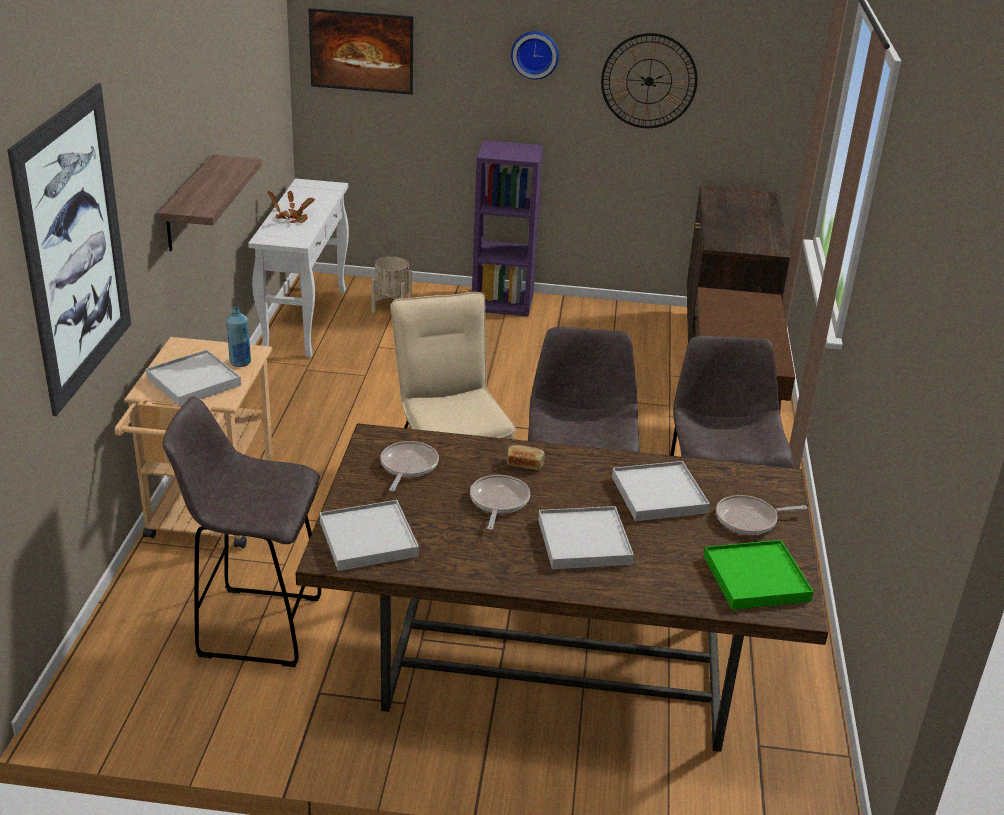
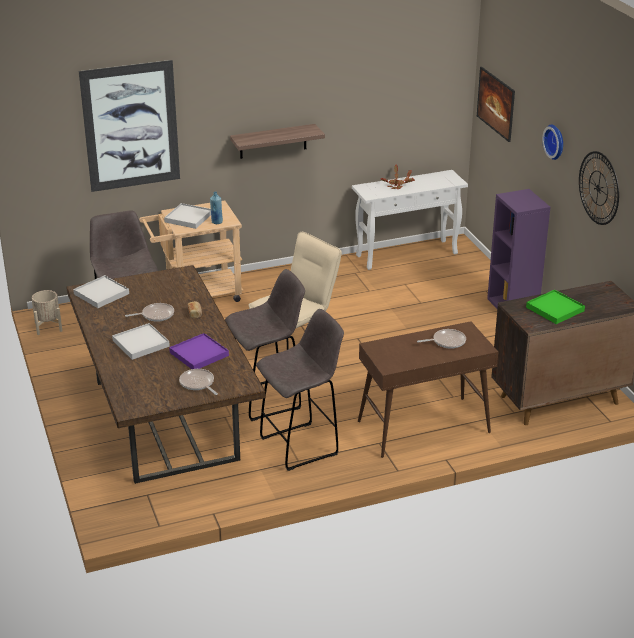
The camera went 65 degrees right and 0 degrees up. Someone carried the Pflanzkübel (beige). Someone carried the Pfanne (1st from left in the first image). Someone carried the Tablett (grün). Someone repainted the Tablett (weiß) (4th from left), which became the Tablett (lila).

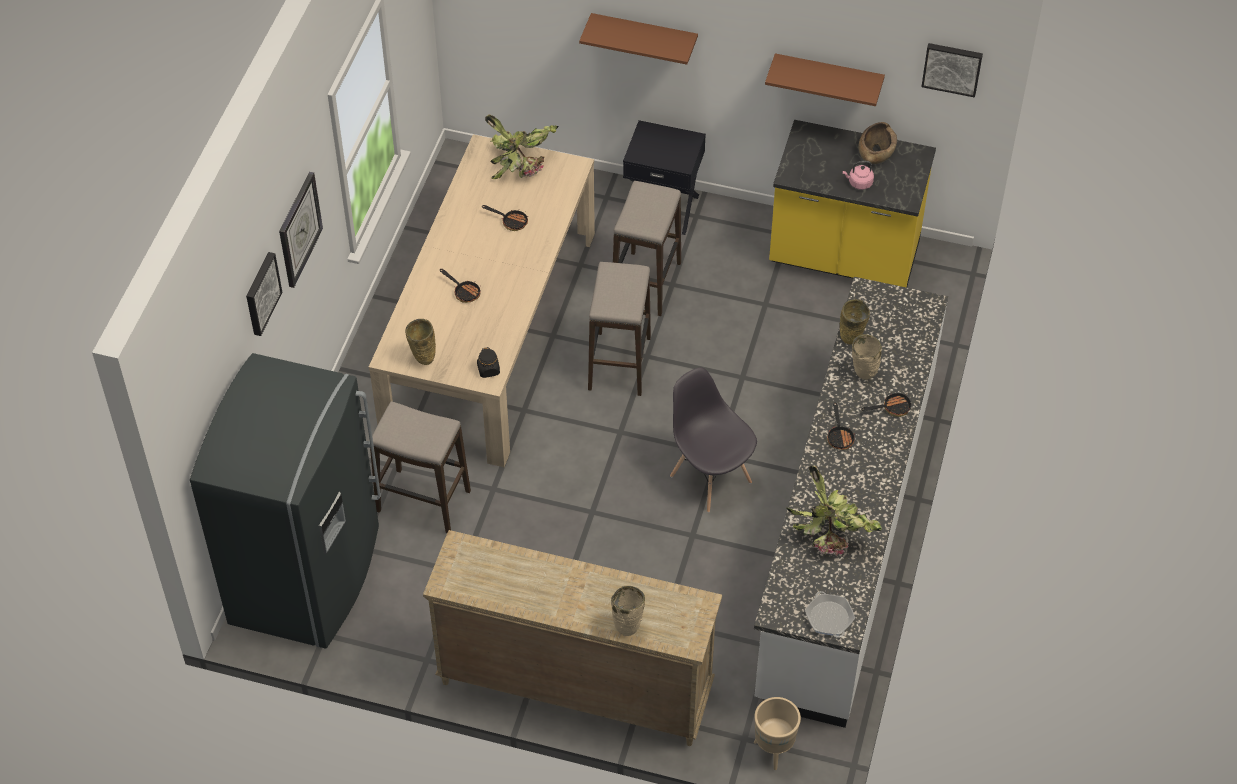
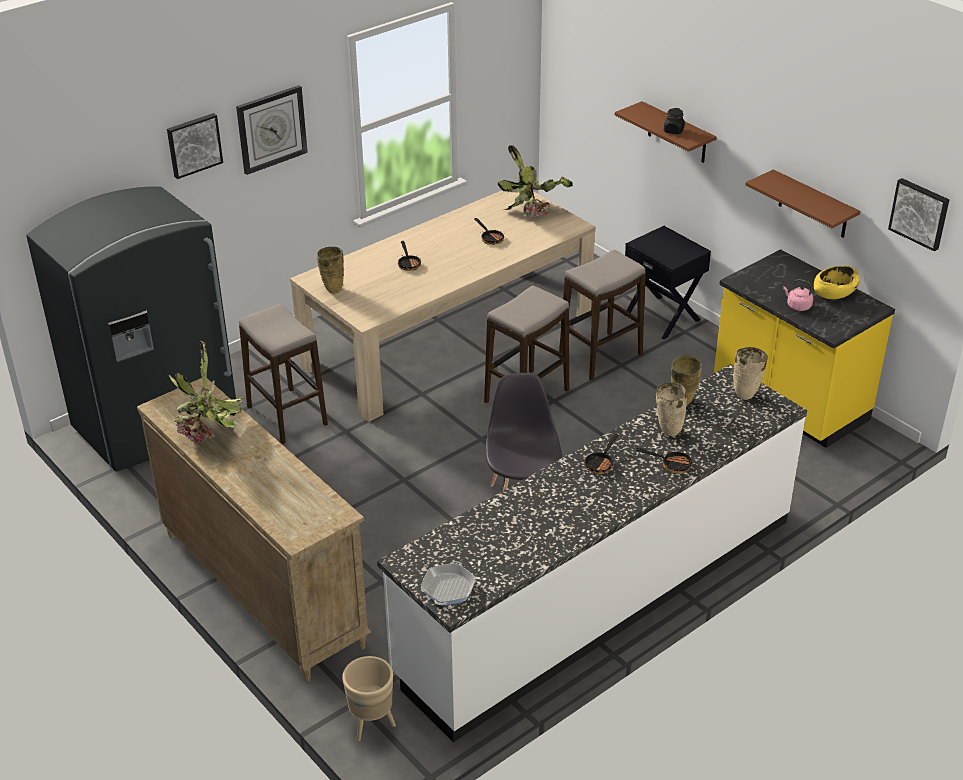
The camera went 35 degrees right and 15 degrees down. Someone carried the Vorratsglas (schwarz). Someone carried the Vase (beige) (2nd from left in the first image). Someone carried the Topfpflanze (2nd from left in the first image). Someone repainted the Schüssel (braun), which became the Schüssel (gelb).

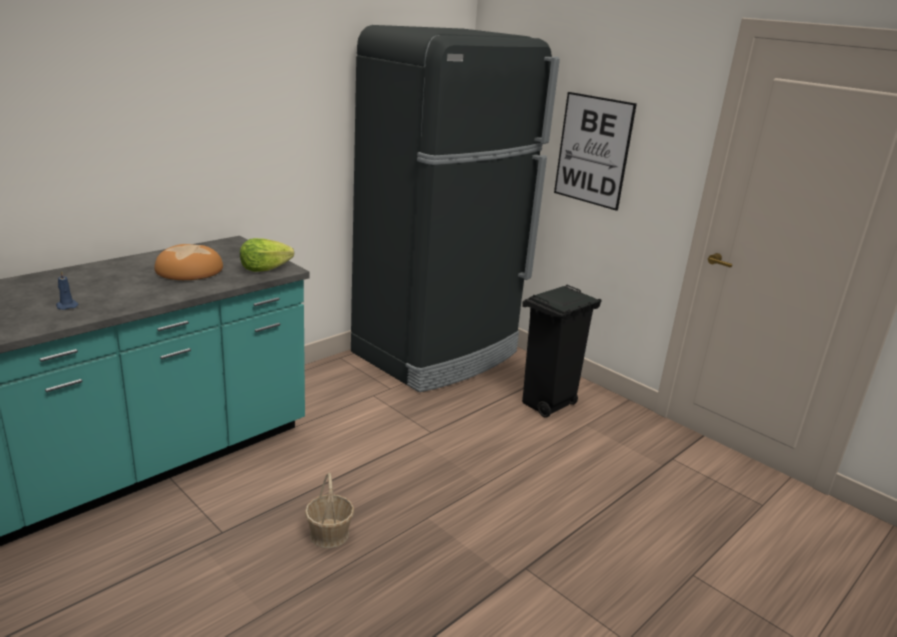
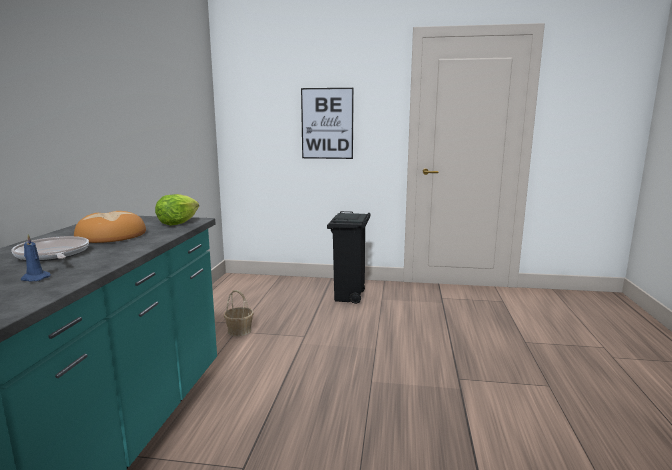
The camera went 35 degrees left and 10 degrees down. Someone took away the Kühlschrank (schwarz). Someone put down the Pfanne. Someone carried the Korb.

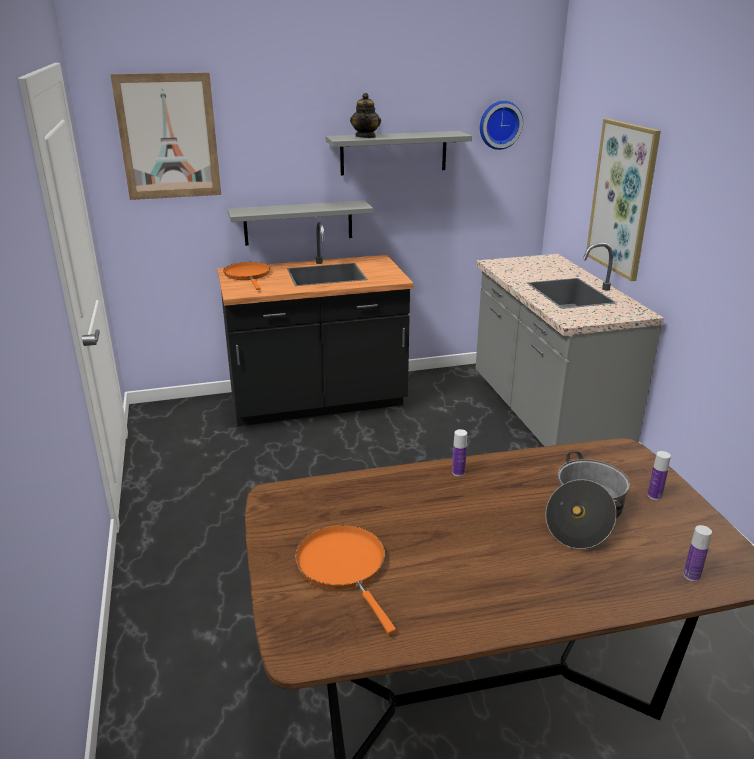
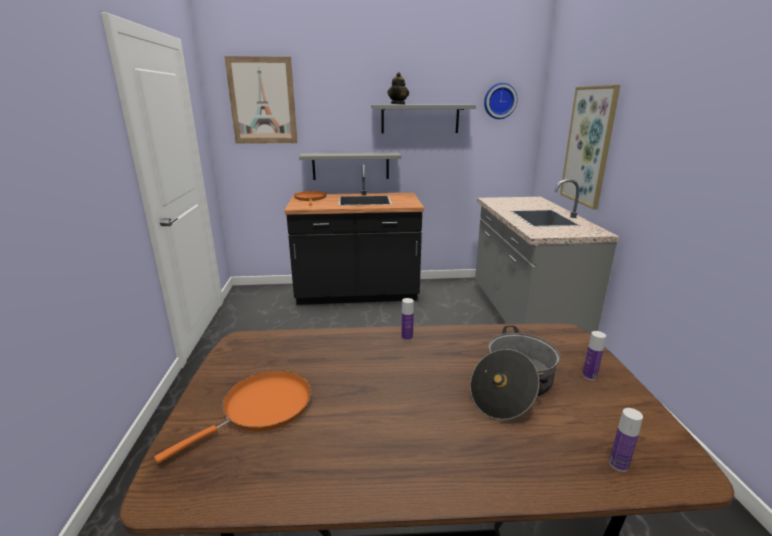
The camera went 10 degrees right and 5 degrees down. Someone rotated the Pfanne (orange) (2nd from left in the first image) by 60 degrees clockwise.

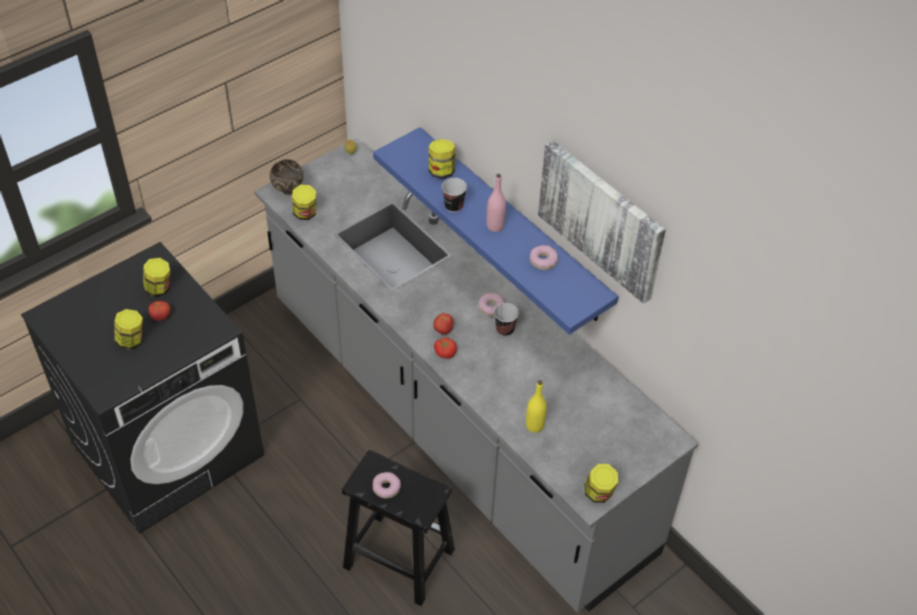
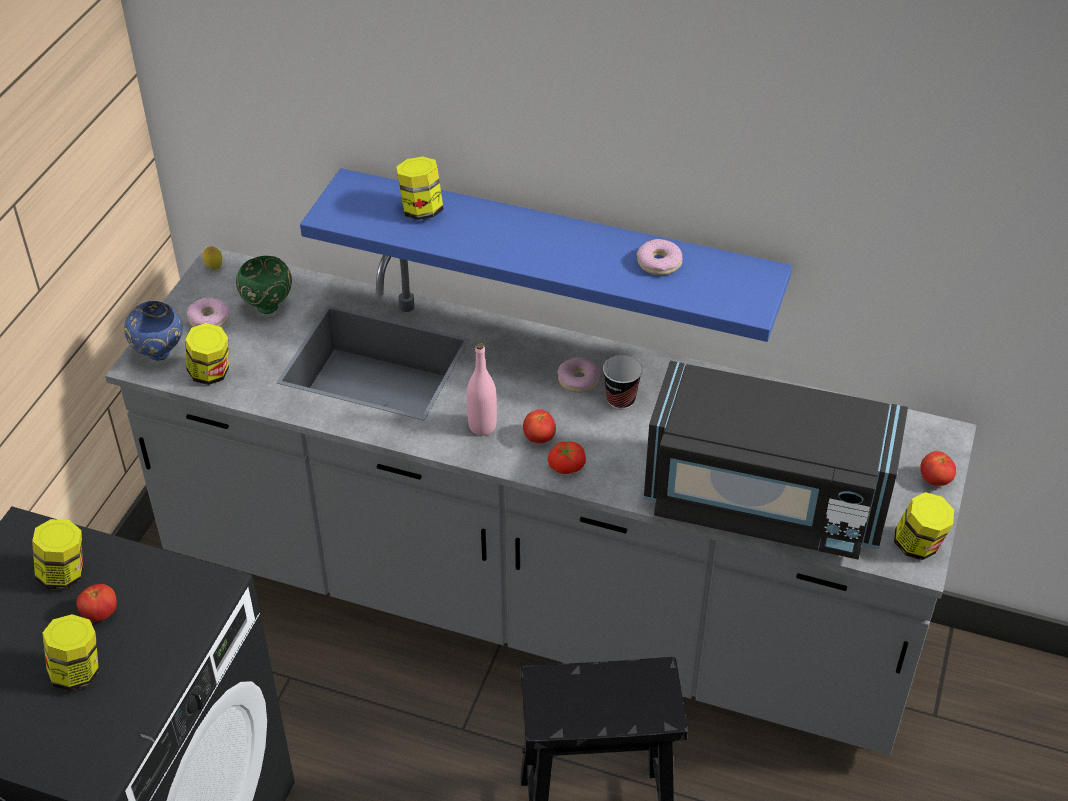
The camera went 30 degrees left and 5 degrees down. Someone took away the Tasse (1st from left). Someone took away the Bild. Someone put down the Schüssel (grün). Someone put down the Tomate (4th from left). Someone carried the Donut (1st from left). Someone carried the Flasche (rosa). Someone swapped the Flasche (gelb) for the Mikrowelle (schwarz). Someone repainted the Schüssel (braun), which became the Schüssel (blau).

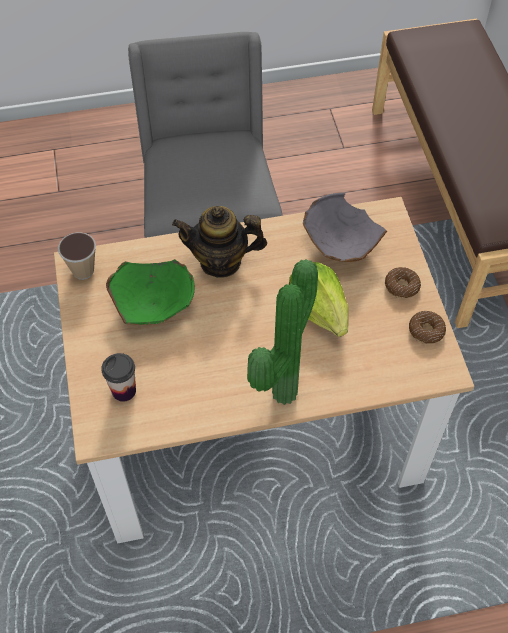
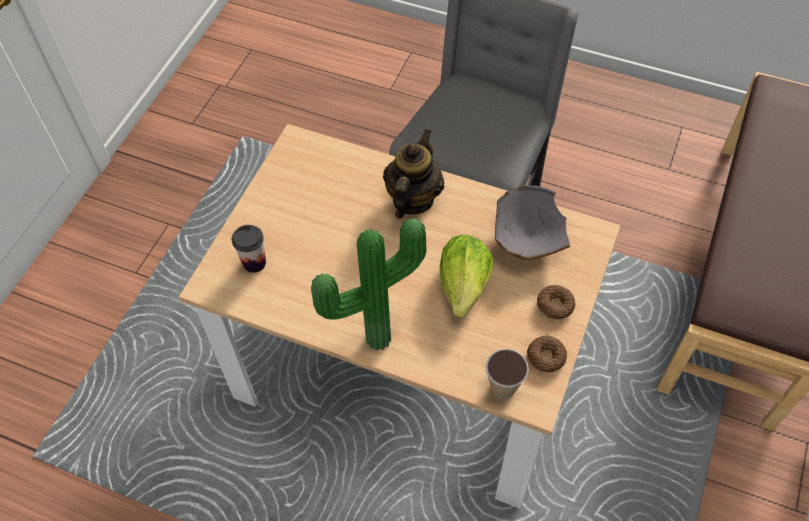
The camera went 35 degrees right and 0 degrees up. Someone took away the Schüssel (grün). Someone carried the Tasse (1st from left in the first image). Someone rotated the Teekanne by 75 degrees clockwise.

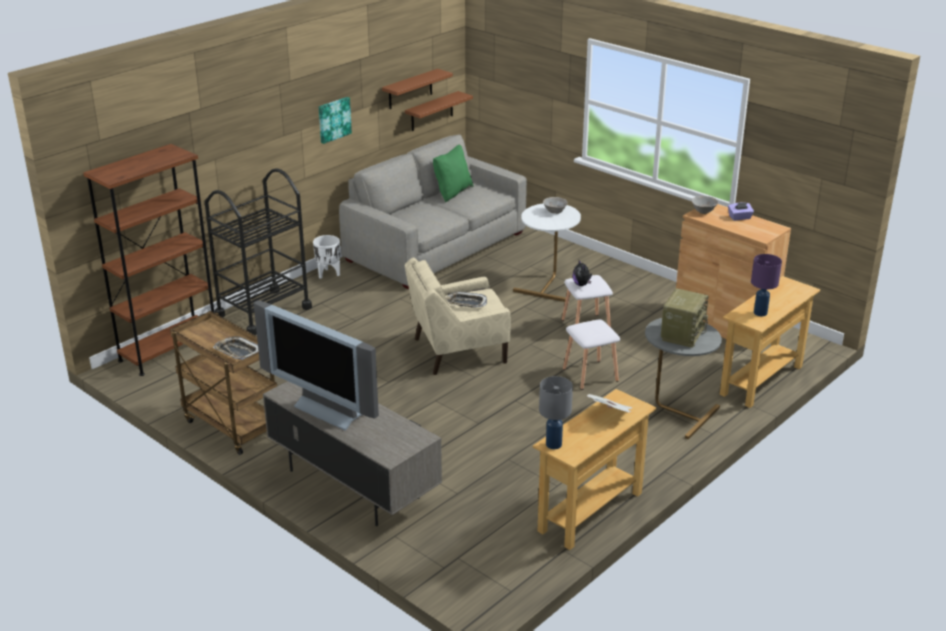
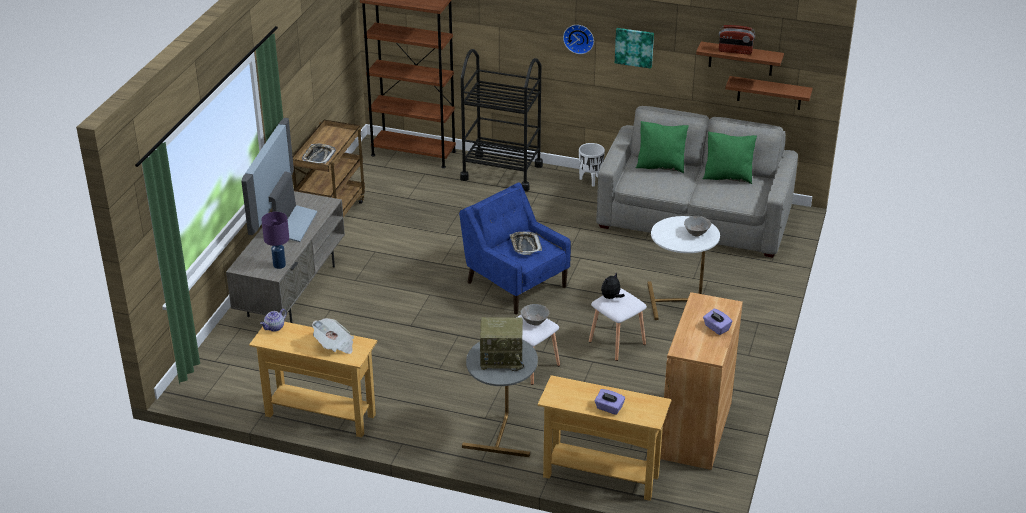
The camera went 65 degrees right and 5 degrees up. Someone put up the Wanduhr. Someone put down the Taschentuchbox (lila) (1st from left). Someone put down the Kissen (grün) (1st from left). Someone put down the Radio (2nd from left). Someone carried the Schüssel (grau) (2nd from left in the first image). Someone carried the Tischlampe (lila). Someone swapped the Tischlampe (grau) for the Teekanne. Someone repainted the Sessel (beige), which became the Sessel (blau).

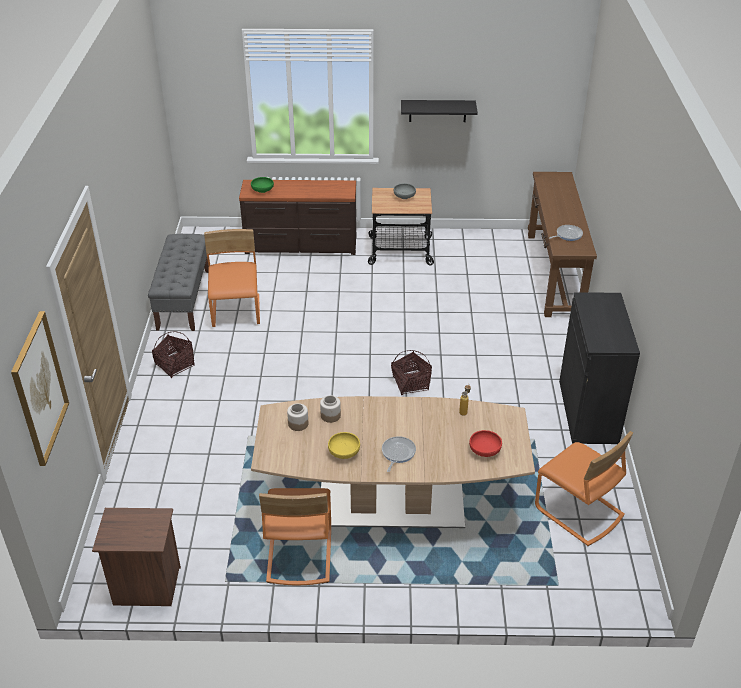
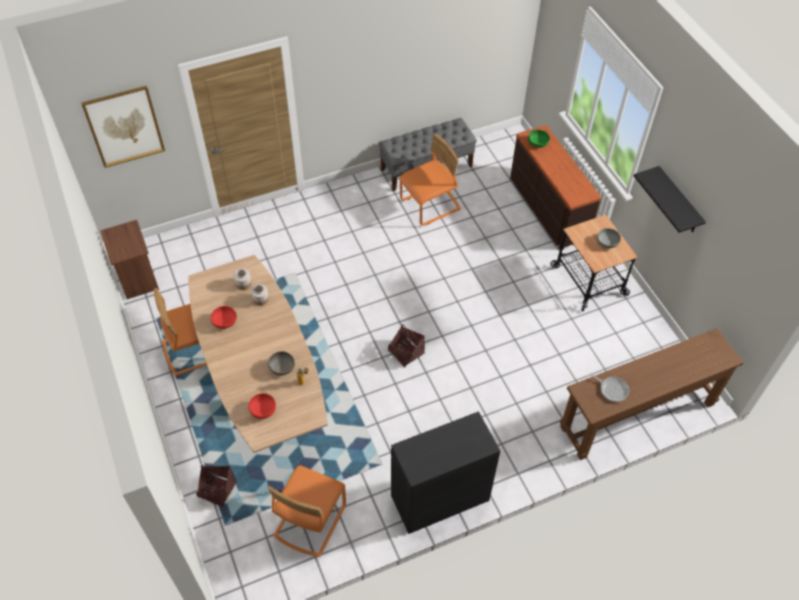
The camera went 65 degrees right and 15 degrees up. Someone took away the Pfanne (1st from left). Someone put down the Schüssel (grau) (1st from left). Someone carried the Korb (1st from left). Someone repainted the Schüssel (gelb), which became the Schüssel (rot) (1st from left).

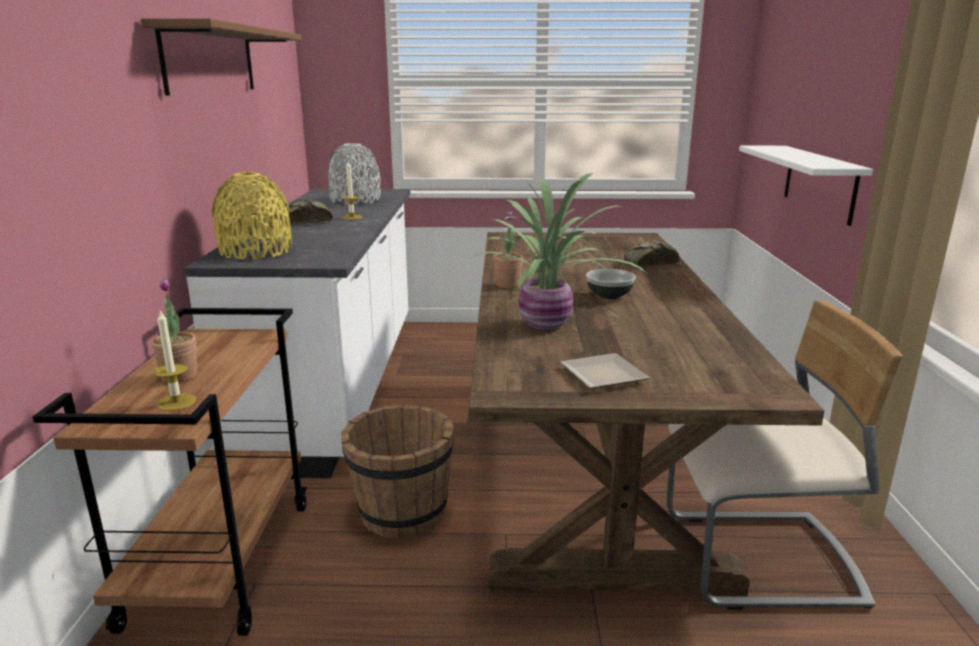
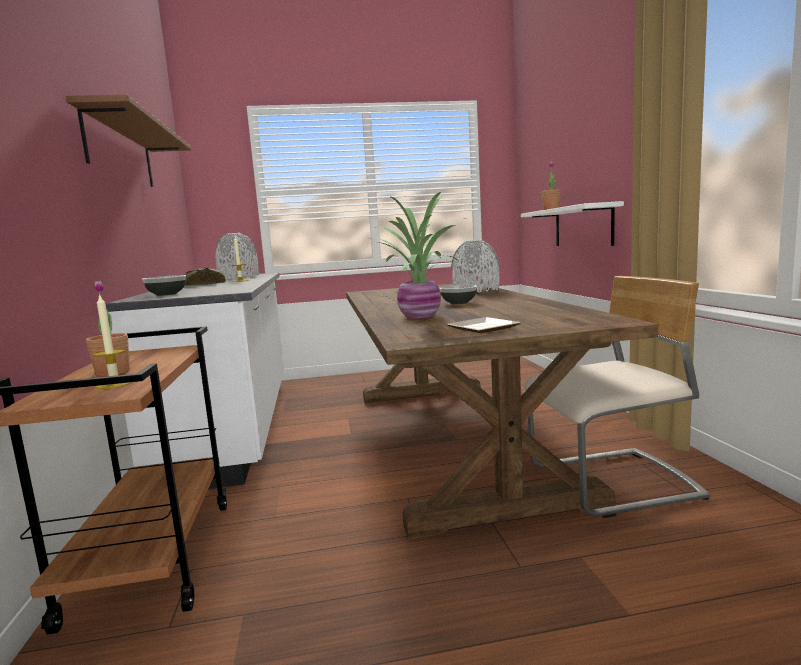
The camera went 10 degrees left and 10 degrees down. Someone took away the Eimer (braun). Someone carried the Topfpflanze (2nd from left in the first image). Someone swapped the Vase (gelb) for the Schüssel (1st from left). Someone swapped the Brot (2nd from left) for the Vase (grau) (2nd from left).

